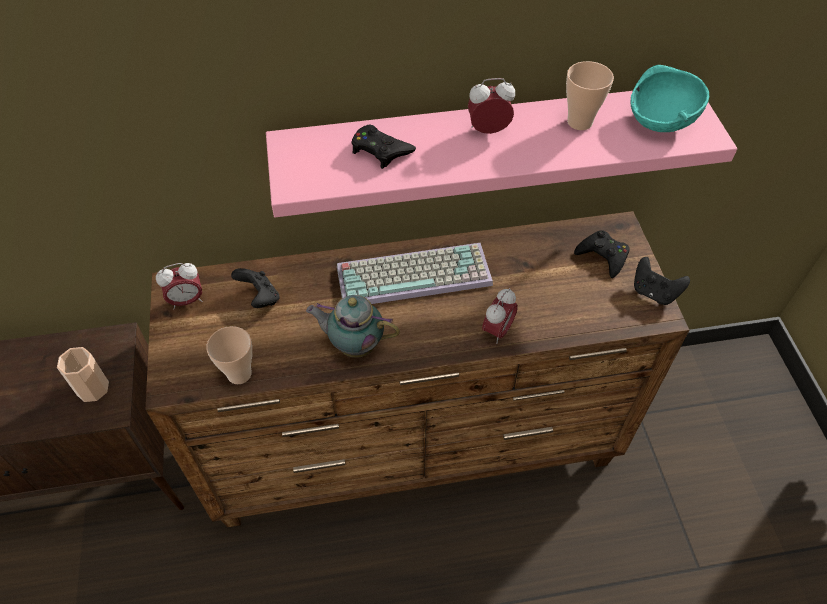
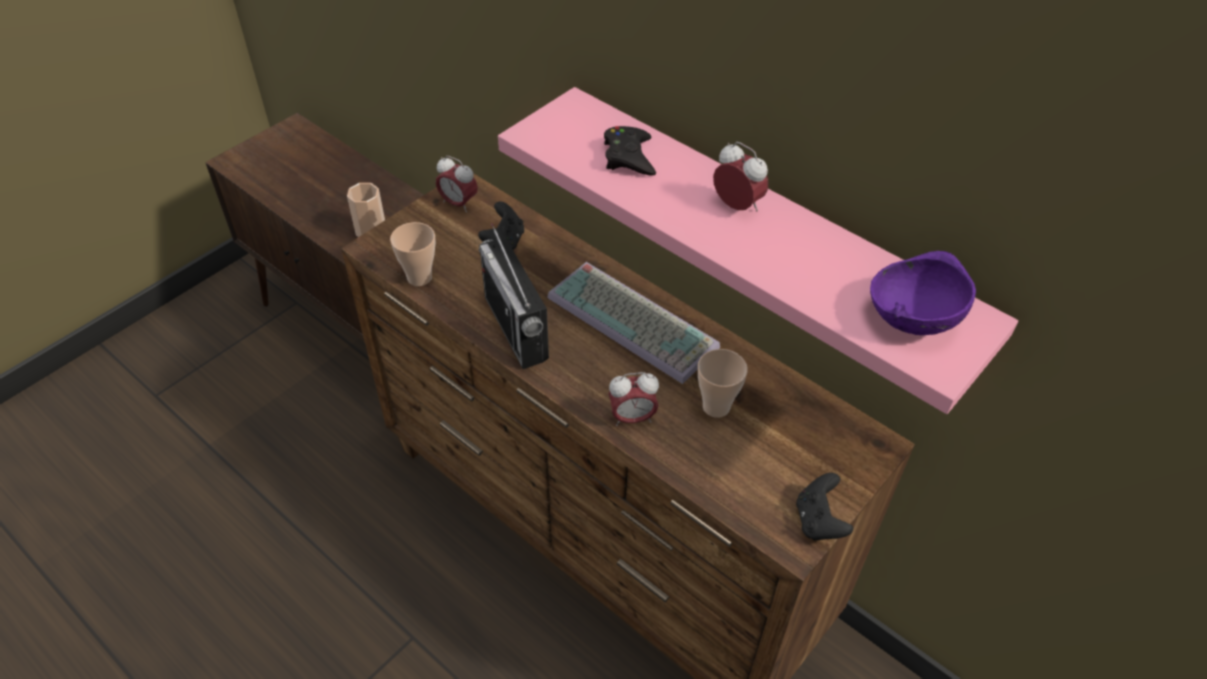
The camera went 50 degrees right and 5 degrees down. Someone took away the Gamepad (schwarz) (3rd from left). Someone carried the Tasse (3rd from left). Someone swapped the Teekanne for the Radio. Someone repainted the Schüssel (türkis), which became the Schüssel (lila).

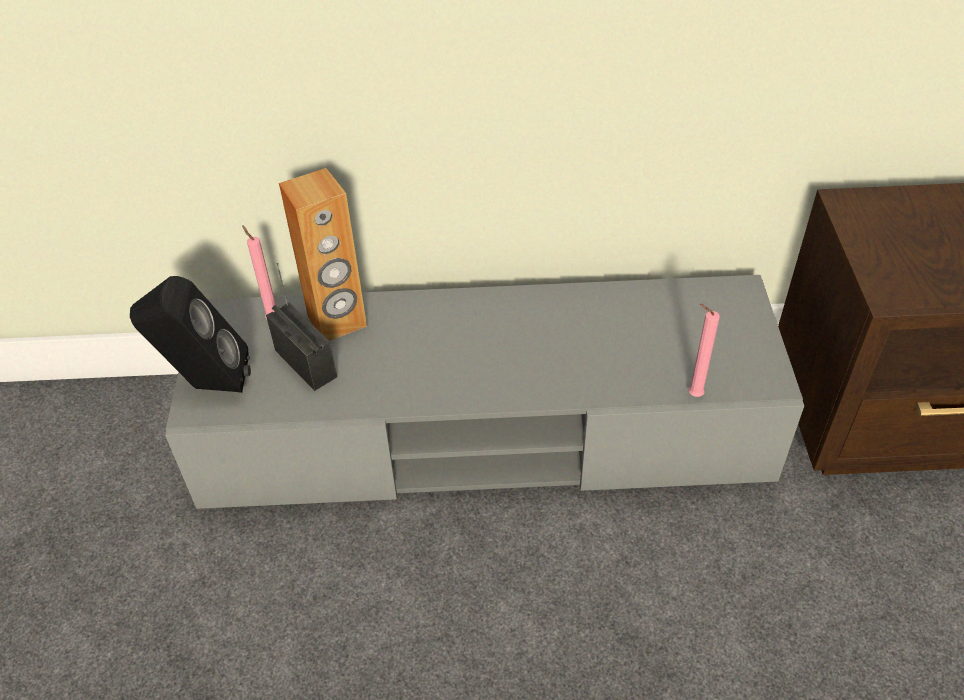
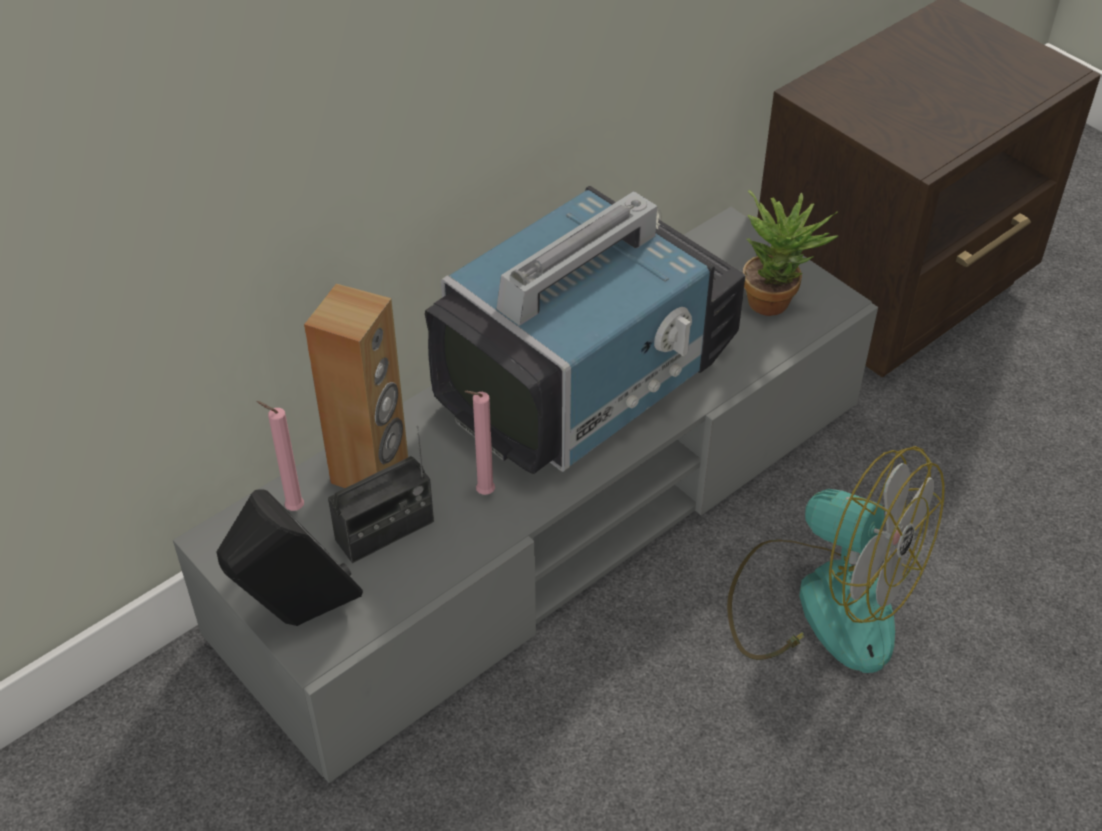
The camera went 40 degrees left and 0 degrees up. Someone put down the Fernseher. Someone put down the Ventilator. Someone put down the Topfpflanze. Someone carried the Kerze (rosa) (2nd from left). Someone rotated the Radio by 135 degrees clockwise.

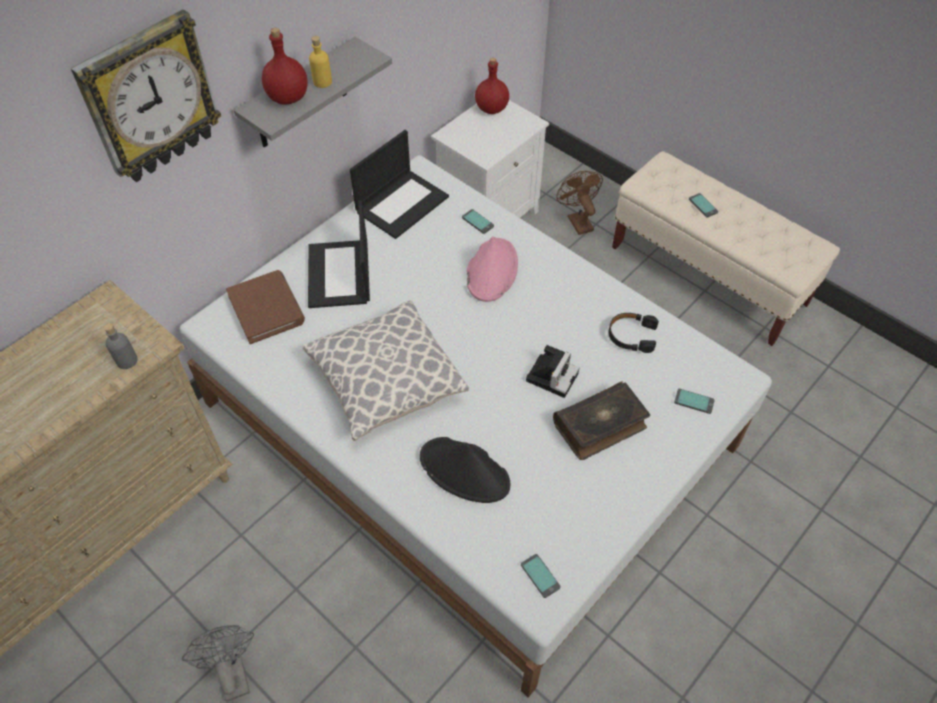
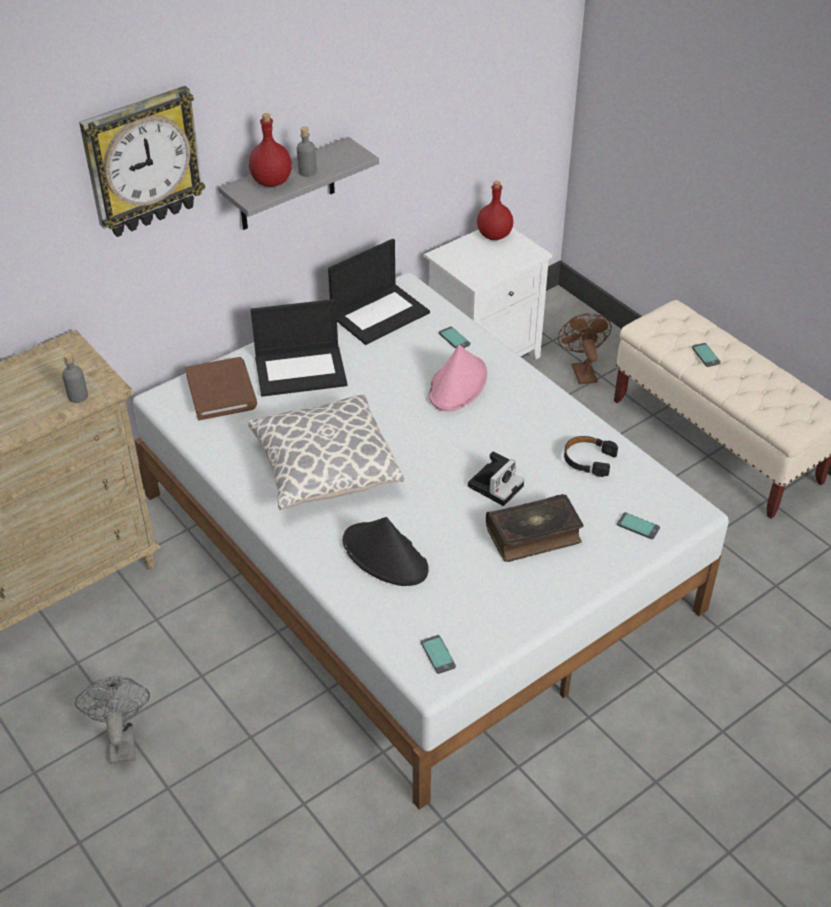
The camera went 10 degrees right and 10 degrees down. Someone repainted the Flasche (gelb), which became the Flasche (grau) (2nd from left). Someone rotated the Laptop (1st from left) by 105 degrees counterclockwise.

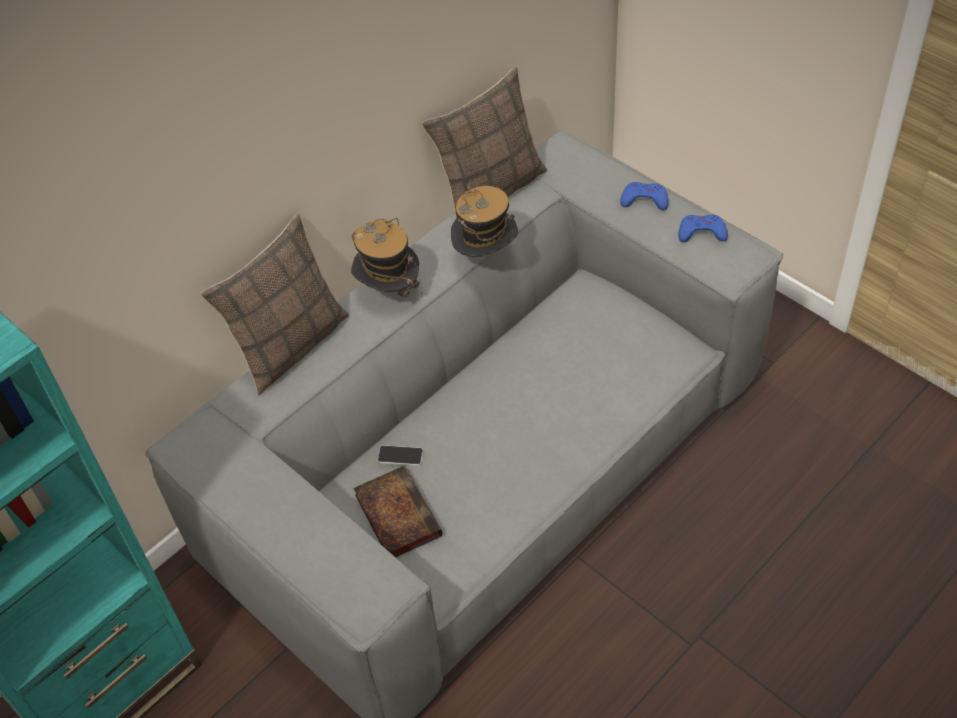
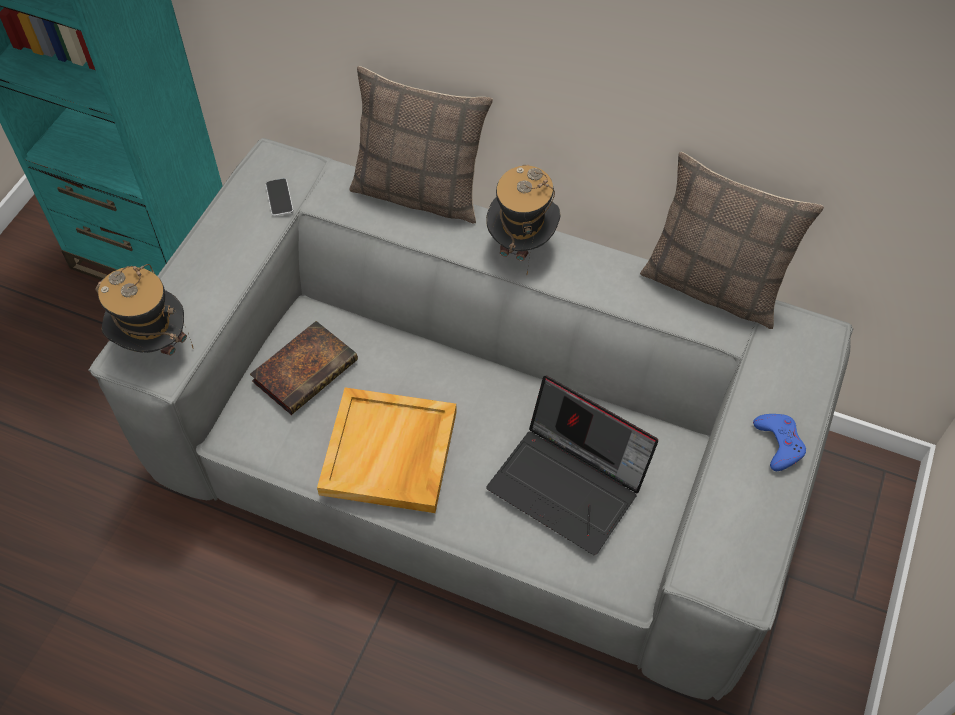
The camera went 65 degrees right and 5 degrees up. Someone took away the Gamepad (blau) (2nd from left). Someone put down the Tablett (beige). Someone put down the Laptop. Someone carried the Handy. Someone carried the Hut (2nd from left in the first image).

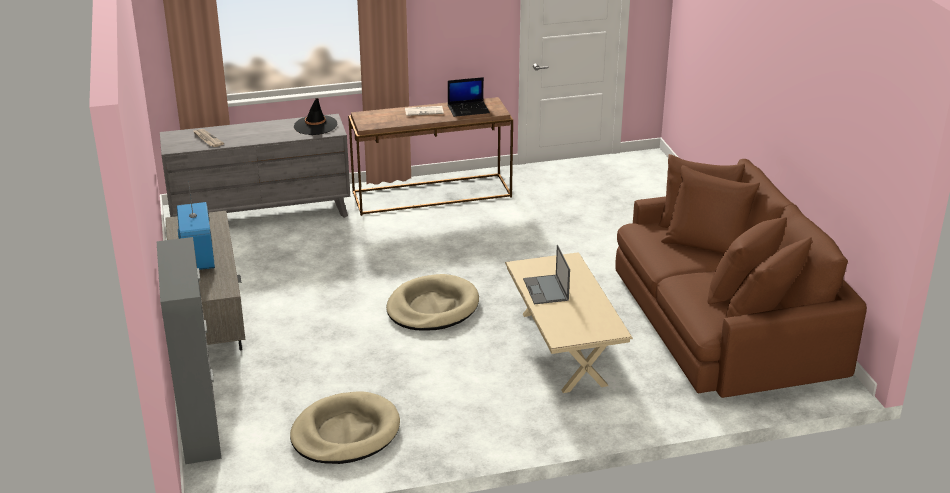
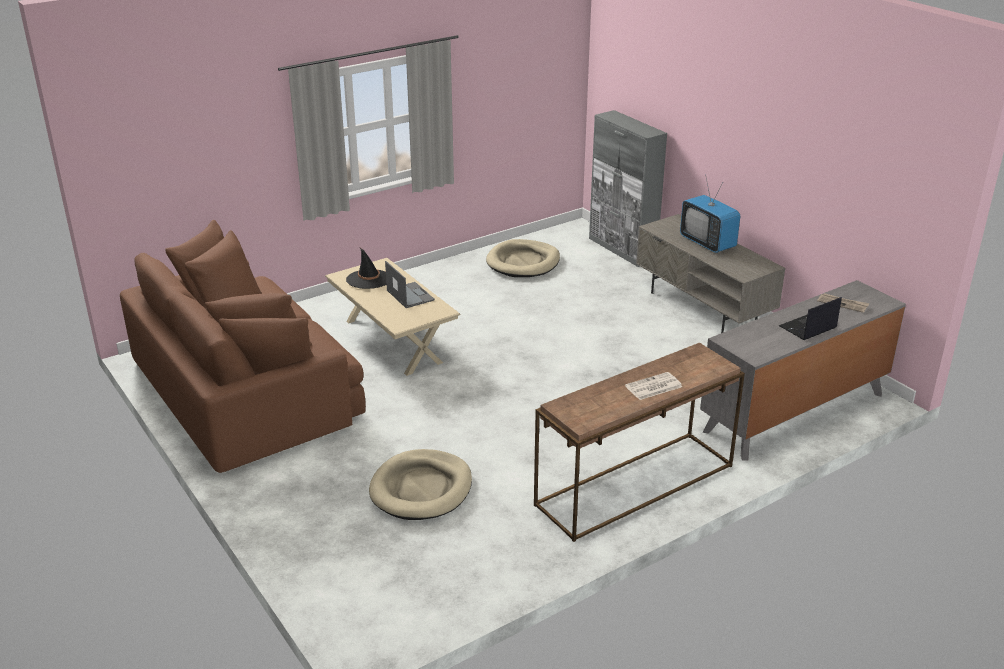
The camera went 160 degrees right and 0 degrees up. Someone carried the Hut (schwarz). Someone carried the Hundebett (beige) (2nd from left in the first image). Someone carried the Laptop (1st from left in the first image).

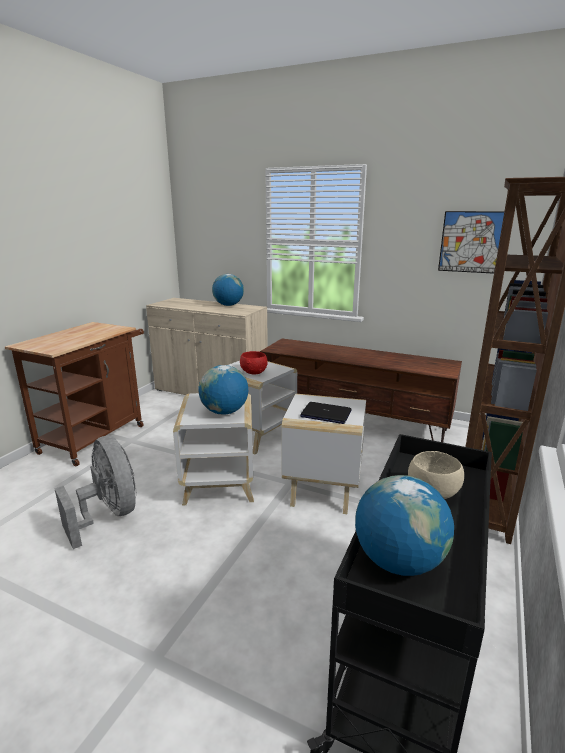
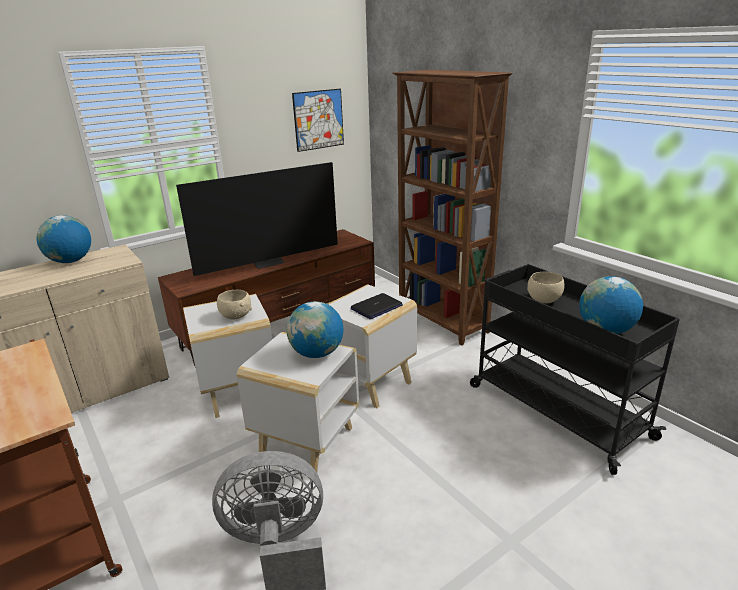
The camera went 60 degrees left and 5 degrees up. Someone put down the Fernseher. Someone repainted the Schüssel (rot), which became the Schüssel (beige) (1st from left).

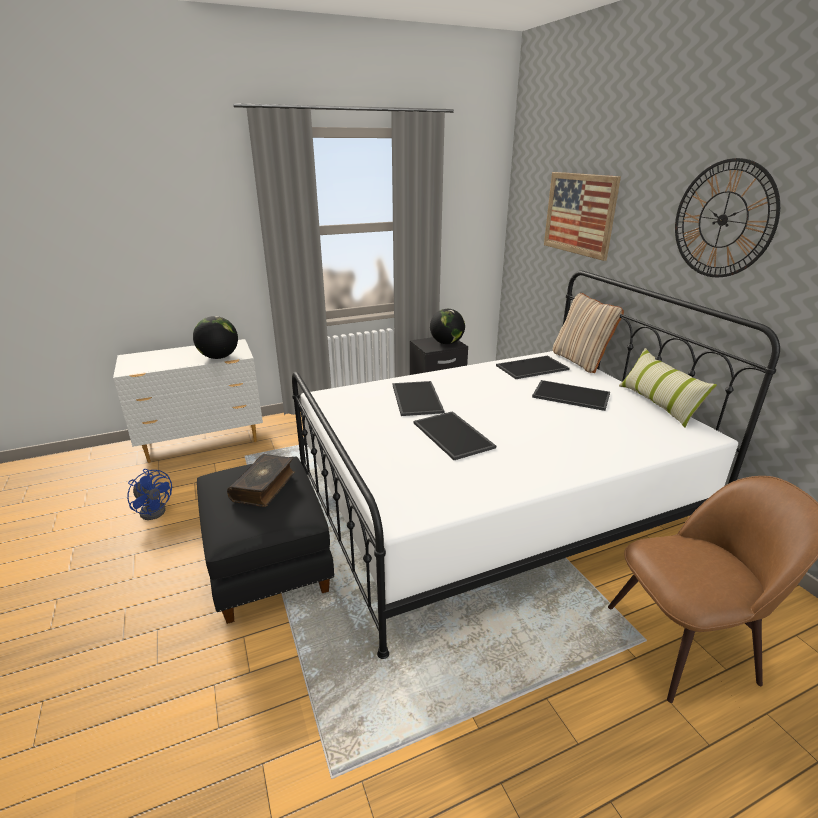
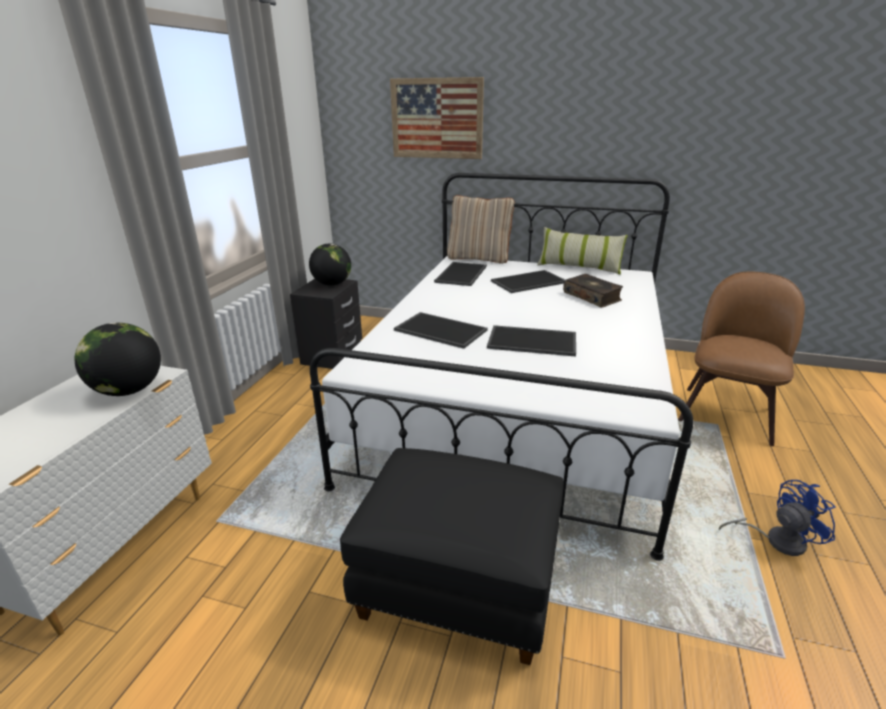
The camera went 50 degrees left and 0 degrees up. Someone took away the Wanduhr. Someone carried the Ventilator (blau). Someone carried the Buch.

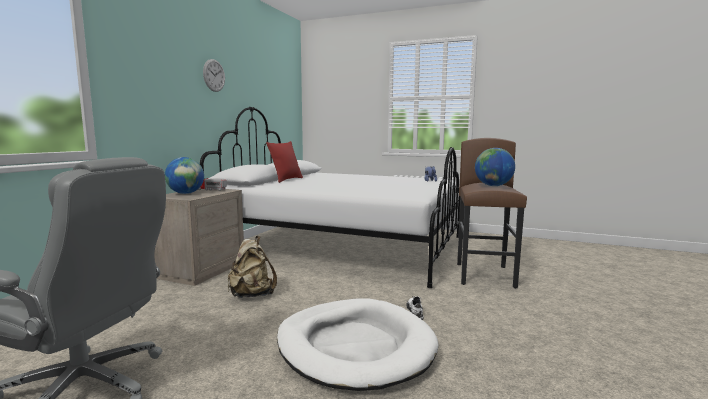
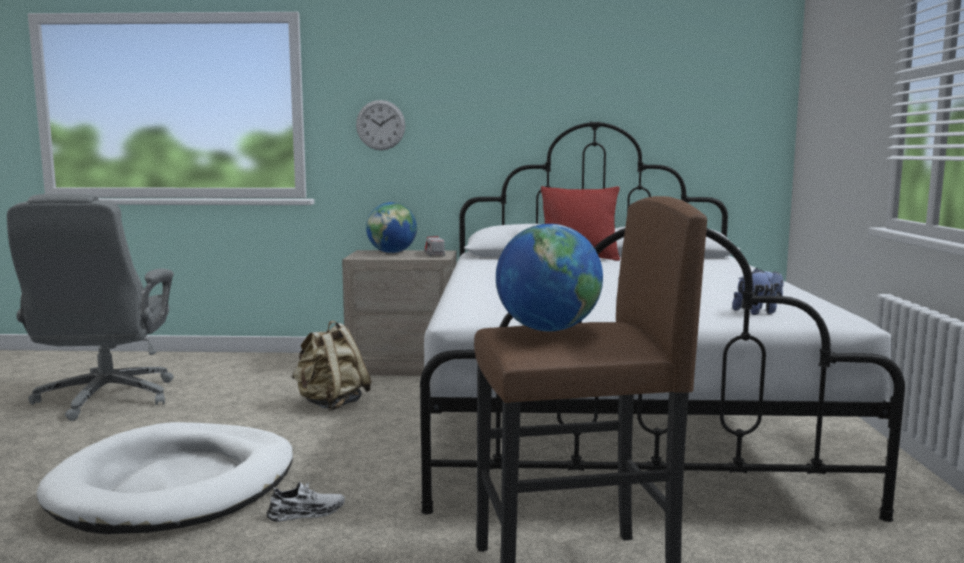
The camera went 70 degrees right and 0 degrees up. Someone carried the Wanduhr.

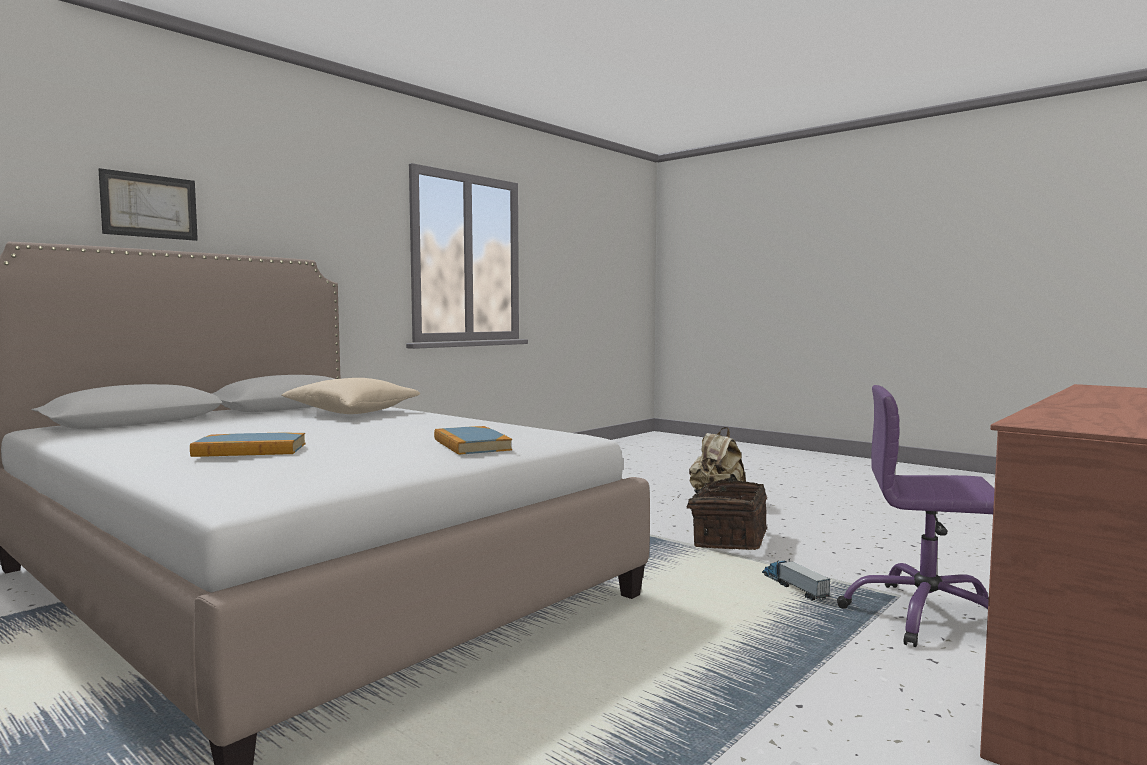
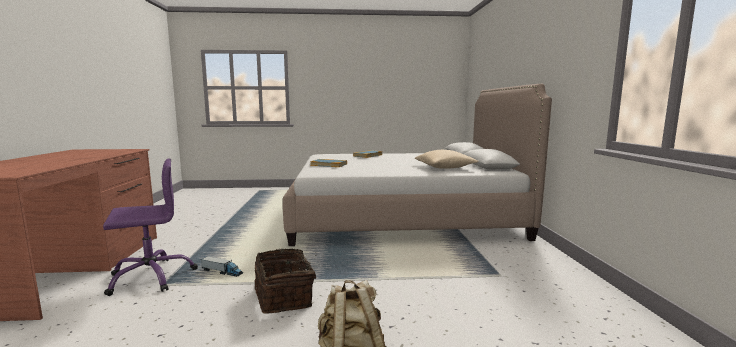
The camera went 135 degrees right and 5 degrees up. Someone took away the Bild.

